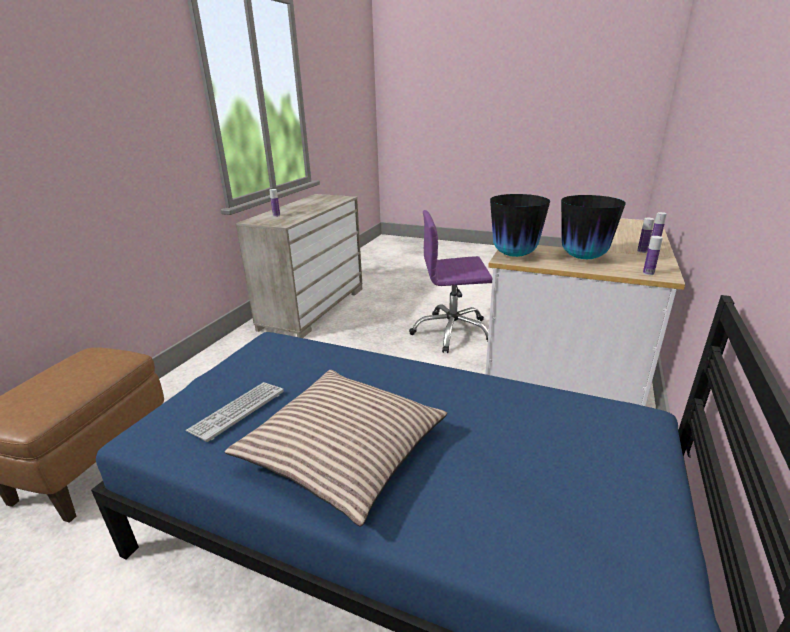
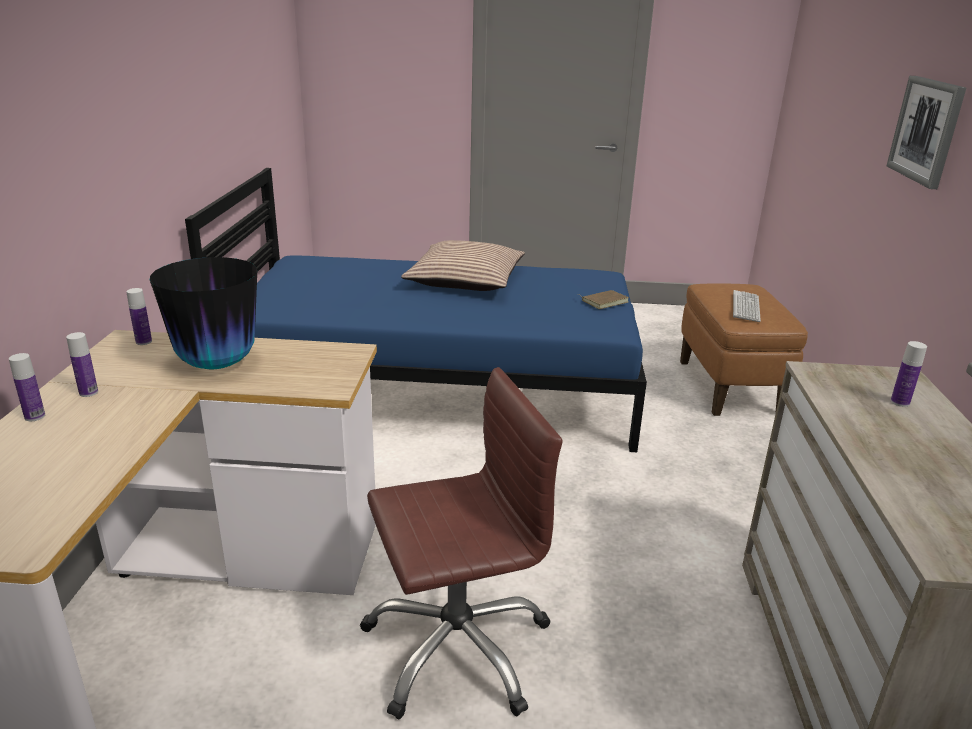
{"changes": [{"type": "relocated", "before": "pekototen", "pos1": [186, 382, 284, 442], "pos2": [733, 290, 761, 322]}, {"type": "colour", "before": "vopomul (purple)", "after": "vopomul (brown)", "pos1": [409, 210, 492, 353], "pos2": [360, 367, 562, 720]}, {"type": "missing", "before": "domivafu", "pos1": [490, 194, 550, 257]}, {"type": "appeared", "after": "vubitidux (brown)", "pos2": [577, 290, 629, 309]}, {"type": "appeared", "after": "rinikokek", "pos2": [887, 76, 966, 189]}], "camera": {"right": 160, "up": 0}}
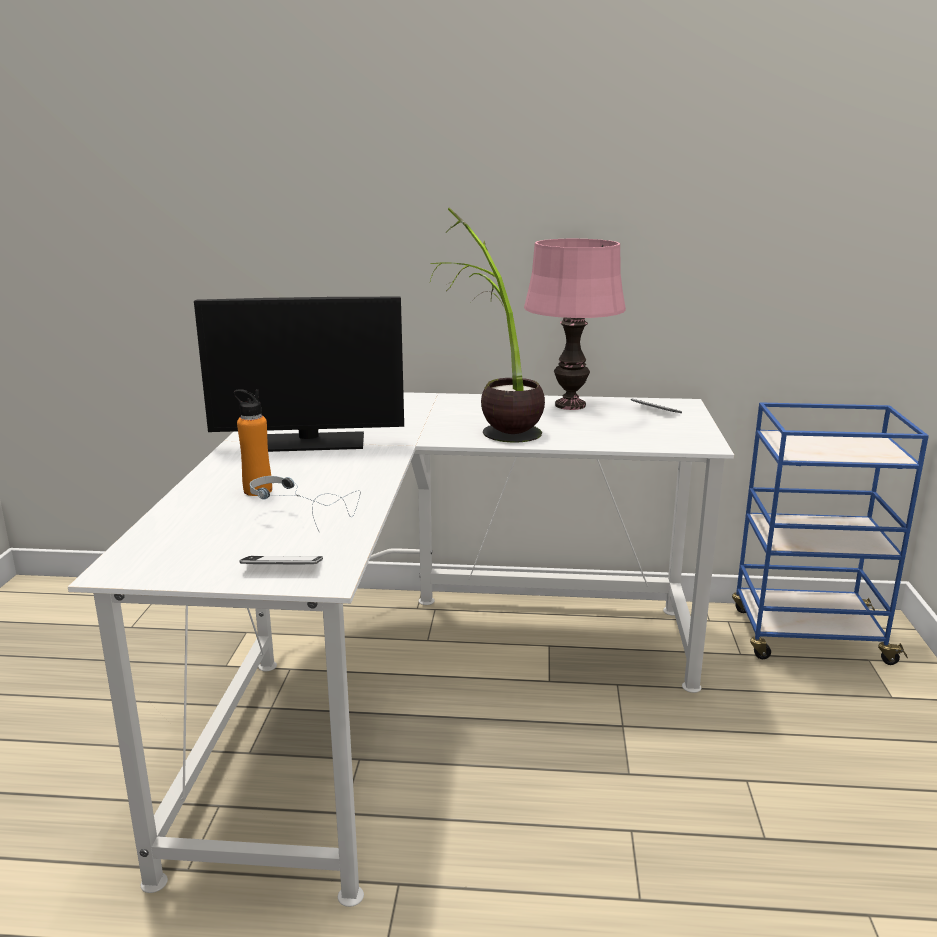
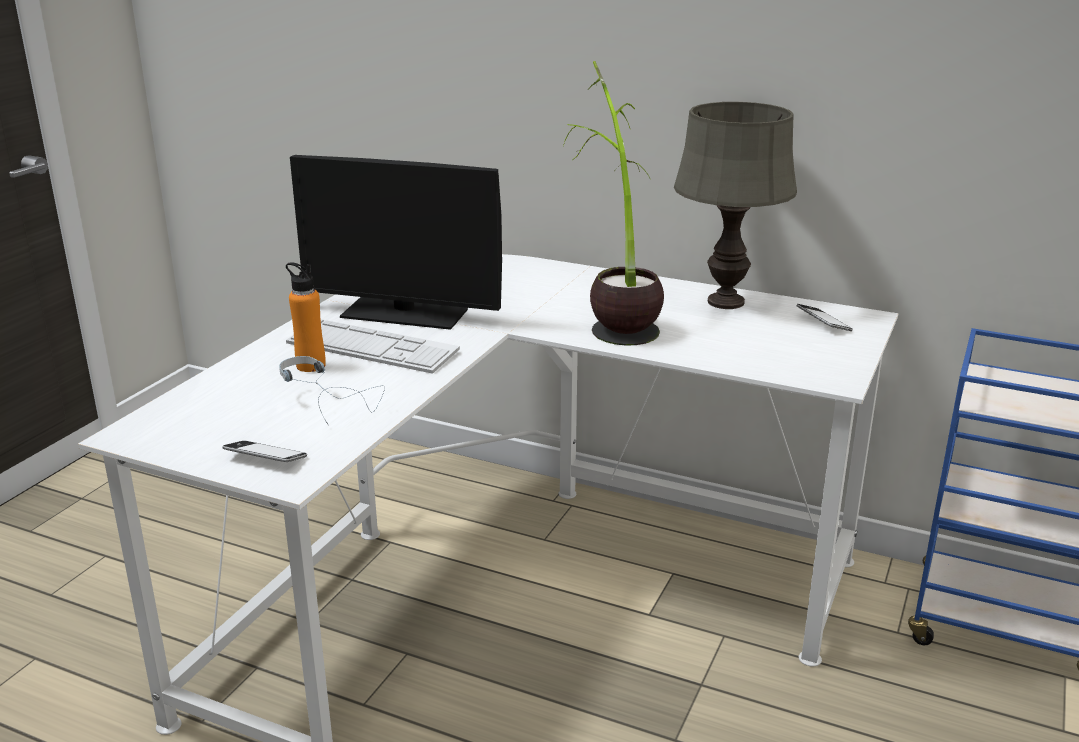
{"changes": [{"type": "colour", "before": "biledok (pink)", "after": "biledok (grey)", "pos1": [524, 239, 626, 410], "pos2": [674, 102, 797, 309]}, {"type": "appeared", "after": "pekototen", "pos2": [286, 319, 460, 374]}], "camera": {"right": 20, "up": 5}}
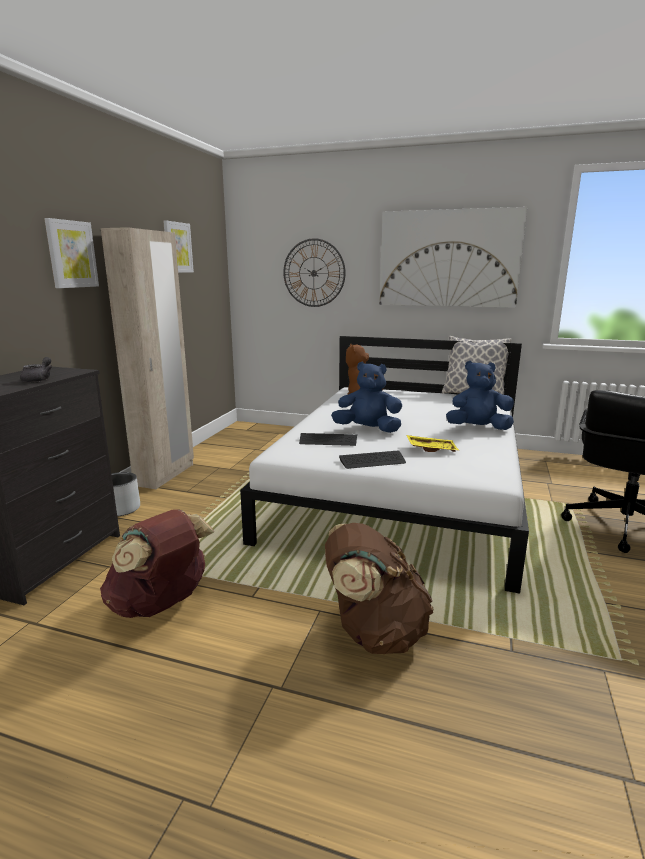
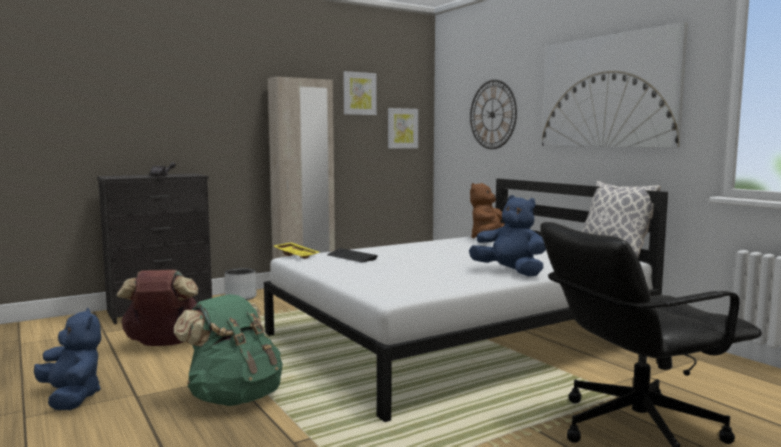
{"changes": [{"type": "relocated", "before": "rinikokek", "pos1": [44, 218, 99, 288], "pos2": [388, 108, 418, 149]}, {"type": "colour", "before": "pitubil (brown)", "after": "pitubil (green)", "pos1": [325, 523, 434, 654], "pos2": [174, 294, 283, 406]}, {"type": "relocated", "before": "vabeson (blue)", "pos1": [331, 362, 402, 433], "pos2": [34, 308, 101, 410]}, {"type": "missing", "before": "pekototen", "pos1": [339, 450, 406, 469]}, {"type": "relocated", "before": "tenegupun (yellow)", "pos1": [407, 435, 459, 452], "pos2": [274, 242, 319, 259]}], "camera": {"right": 40, "up": -10}}
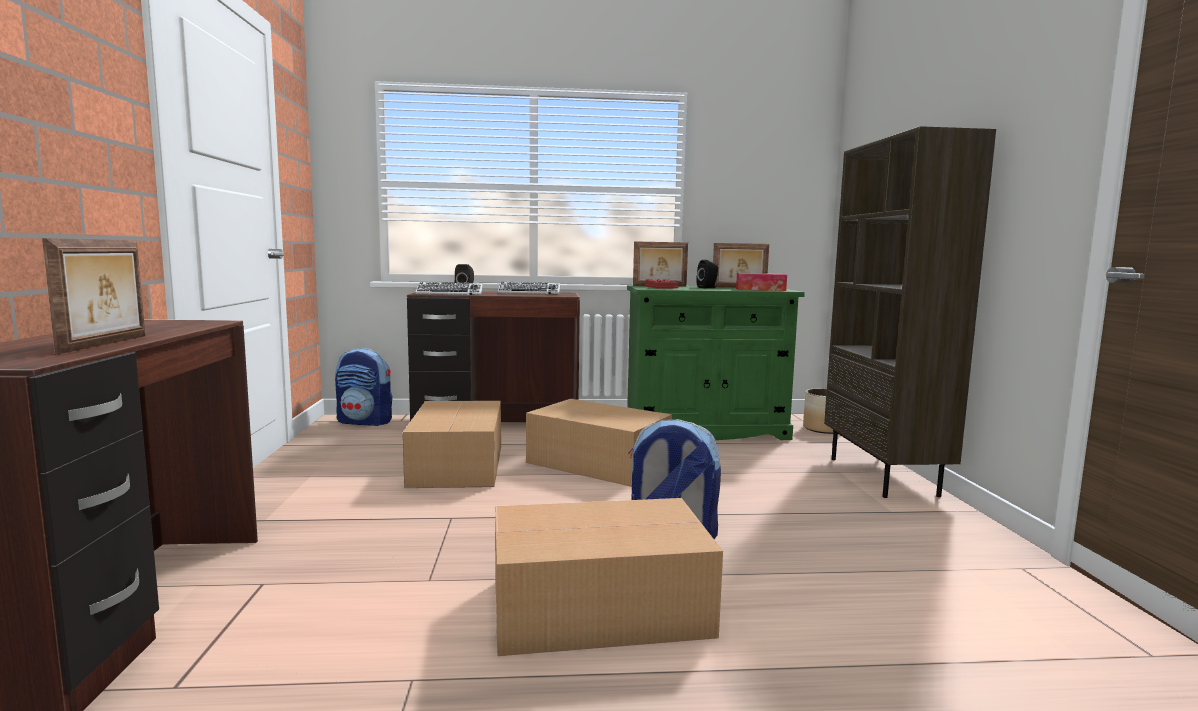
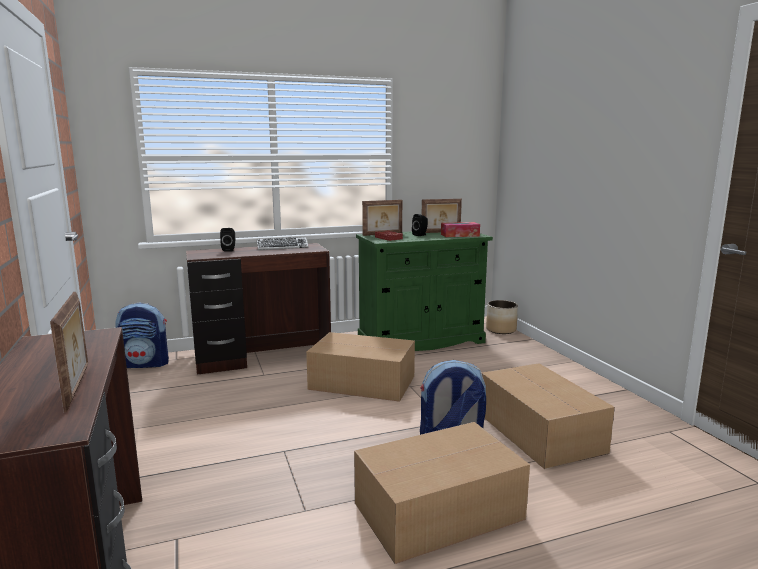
{"changes": [{"type": "relocated", "before": "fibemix", "pos1": [403, 401, 501, 488], "pos2": [482, 363, 615, 469]}, {"type": "missing", "before": "pekototen", "pos1": [416, 282, 483, 295]}, {"type": "missing", "before": "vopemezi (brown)", "pos1": [824, 126, 996, 498]}], "camera": {"right": -15, "up": 5}}
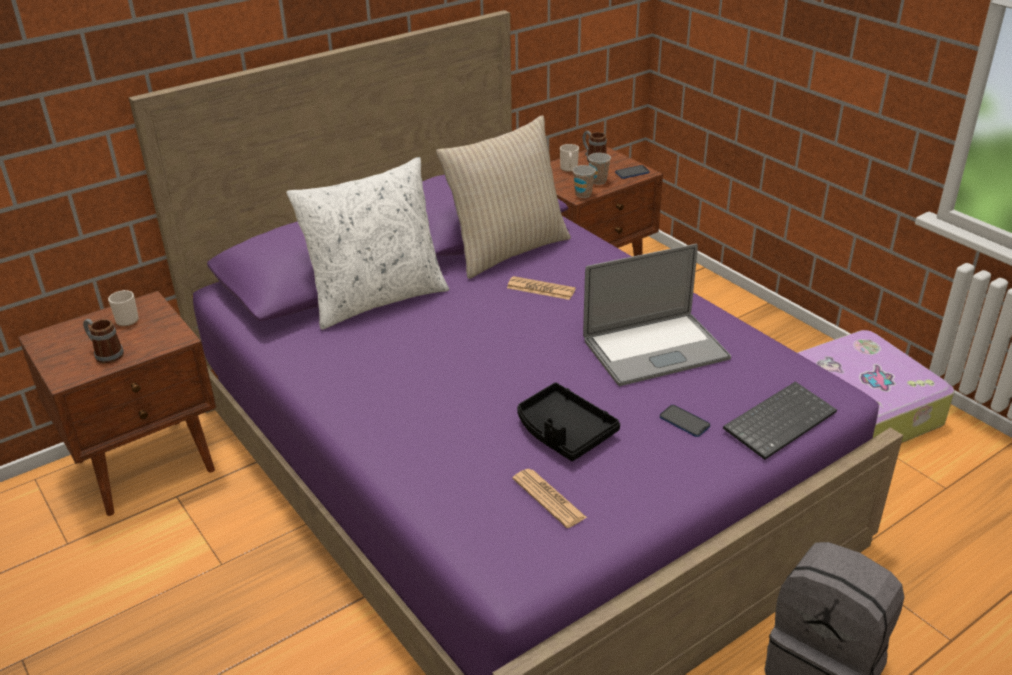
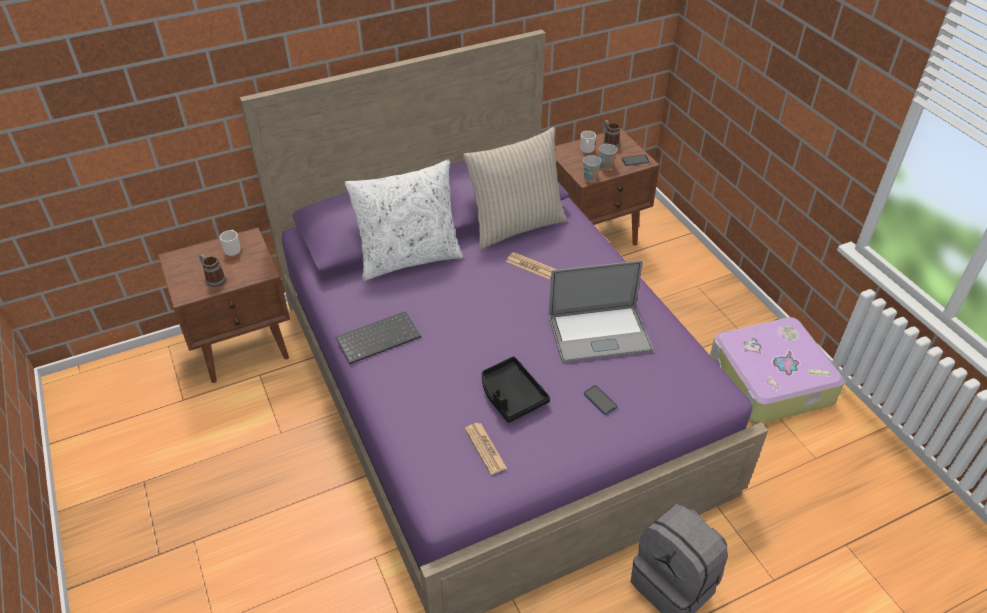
{"changes": [{"type": "relocated", "before": "pekototen", "pos1": [723, 381, 837, 460], "pos2": [336, 311, 421, 364]}], "camera": {"right": 10, "up": 10}}
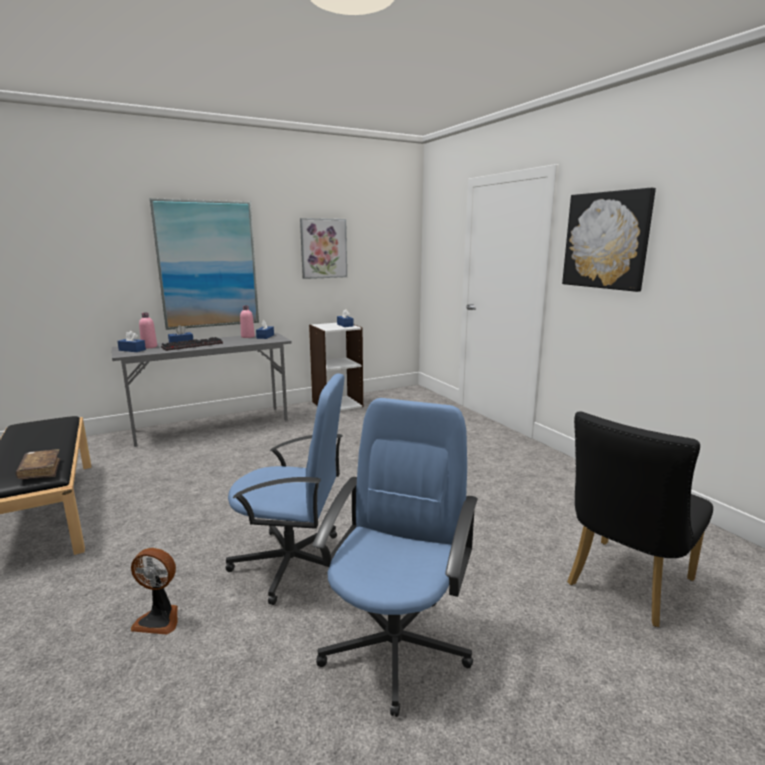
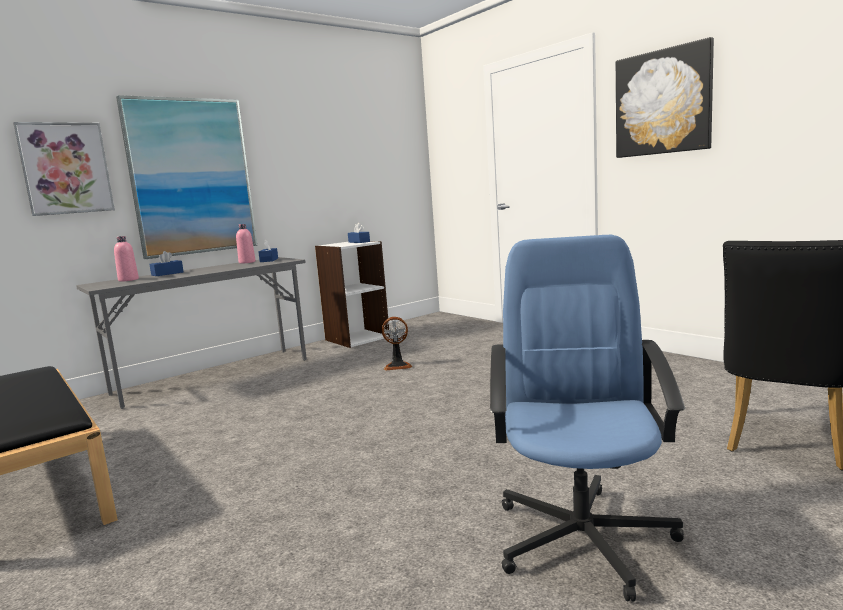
{"changes": [{"type": "missing", "before": "vubitidux (brown)", "pos1": [15, 449, 61, 479]}, {"type": "missing", "before": "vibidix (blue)", "pos1": [117, 331, 146, 352]}, {"type": "relocated", "before": "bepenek", "pos1": [131, 548, 178, 635], "pos2": [382, 317, 412, 370]}, {"type": "missing", "before": "pekototen", "pos1": [161, 337, 223, 351]}, {"type": "missing", "before": "vopomul (blue)", "pos1": [226, 374, 344, 605]}, {"type": "relocated", "before": "rinikokek", "pos1": [300, 218, 347, 279], "pos2": [13, 122, 115, 216]}], "camera": {"right": -10, "up": -5}}
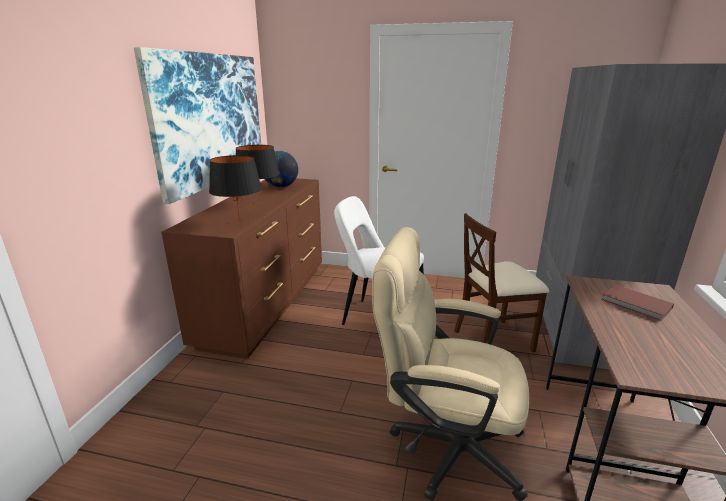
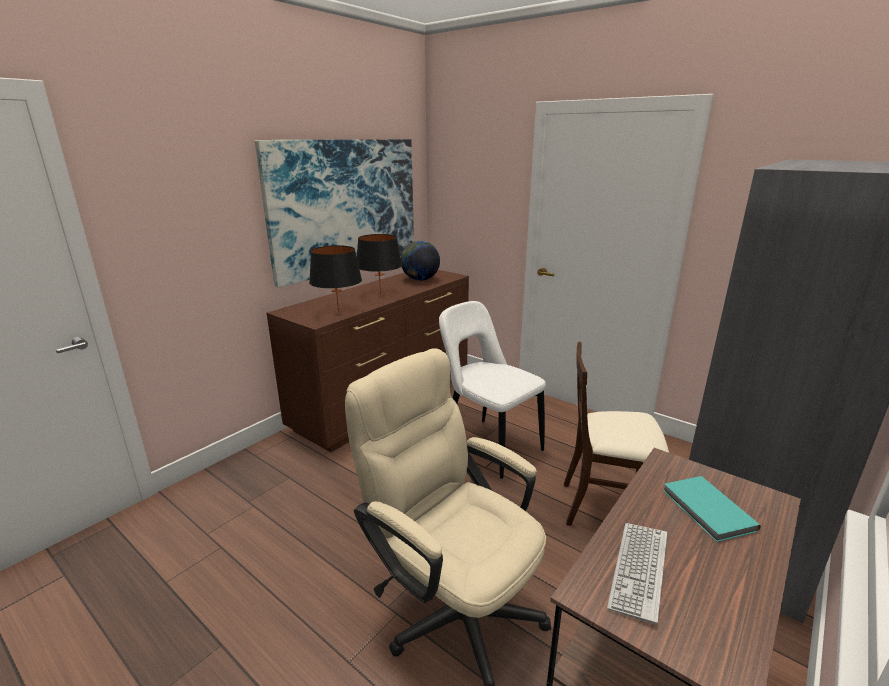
{"changes": [{"type": "colour", "before": "vubitidux (brown)", "after": "vubitidux (turquoise)", "pos1": [601, 285, 674, 321], "pos2": [663, 476, 761, 542]}, {"type": "appeared", "after": "pekototen", "pos2": [607, 523, 667, 625]}], "camera": {"right": 25, "up": 0}}
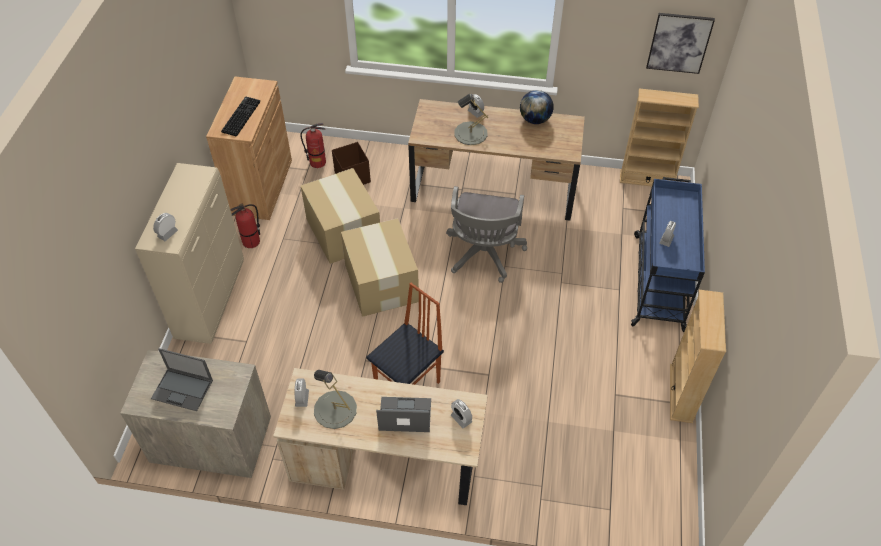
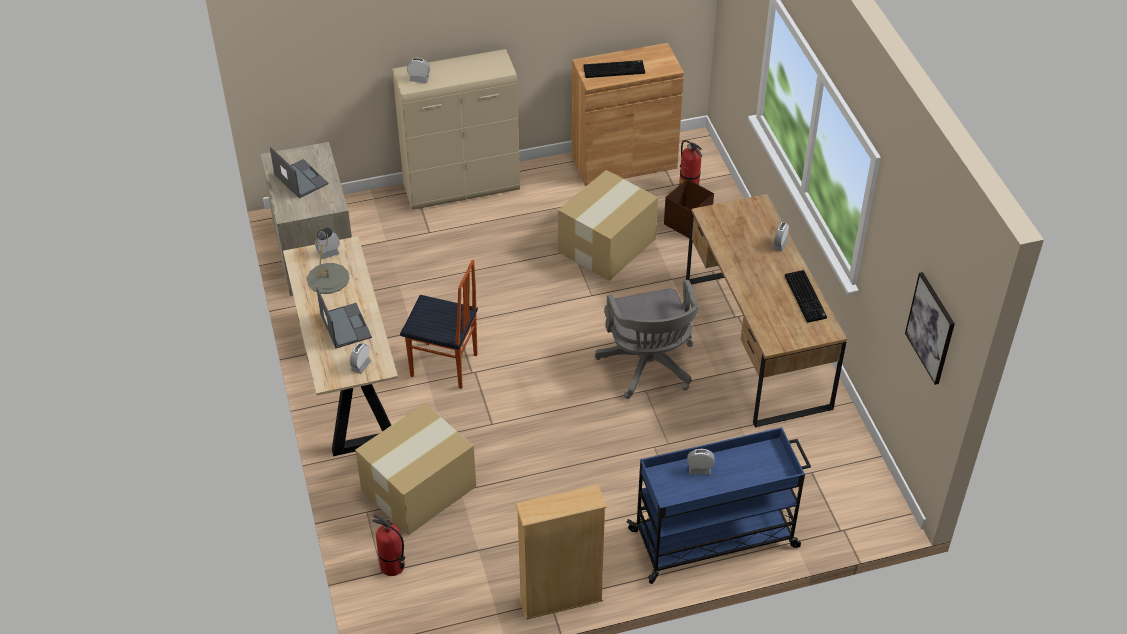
{"changes": [{"type": "spun", "before": "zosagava", "pos1": [151, 348, 213, 411], "pos2": [270, 146, 329, 199], "turn": 150}, {"type": "relocated", "before": "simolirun", "pos1": [230, 204, 260, 248], "pos2": [373, 514, 405, 576]}, {"type": "relocated", "before": "fibemix", "pos1": [341, 218, 419, 317], "pos2": [355, 403, 476, 536]}, {"type": "spun", "before": "vopomul (grey)", "pos1": [446, 186, 527, 283], "pos2": [595, 280, 699, 399], "turn": -90}, {"type": "missing", "before": "biledok (grey)", "pos1": [454, 94, 488, 145]}, {"type": "exchanged", "before": "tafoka", "after": "pekototen", "pos1": [520, 90, 553, 124], "pos2": [785, 270, 827, 323]}, {"type": "missing", "before": "vopemezi (beige)", "pos1": [620, 88, 699, 187]}], "camera": {"right": 65, "up": -5}}
